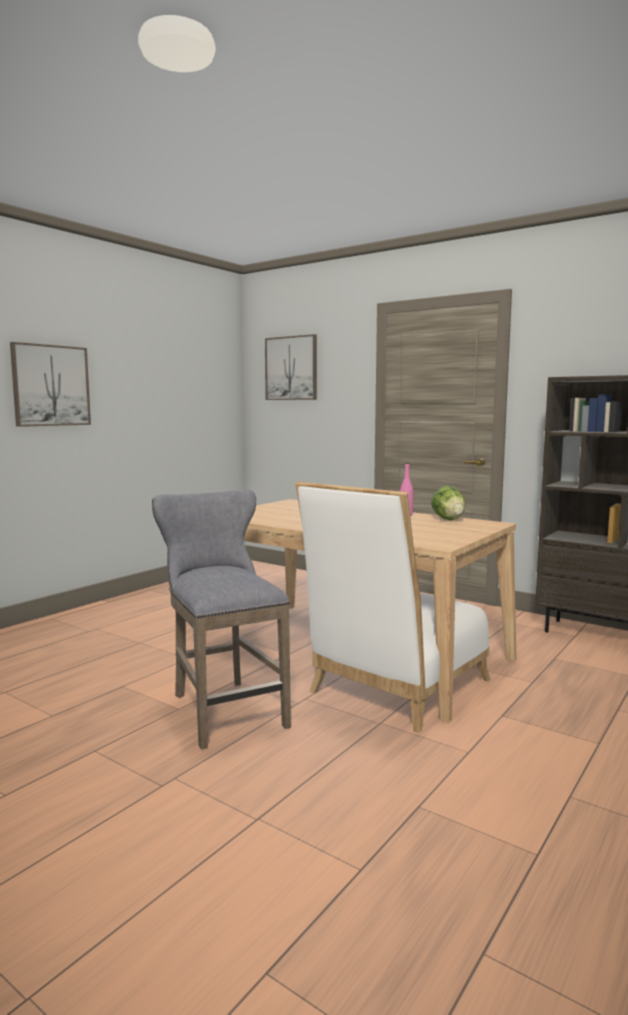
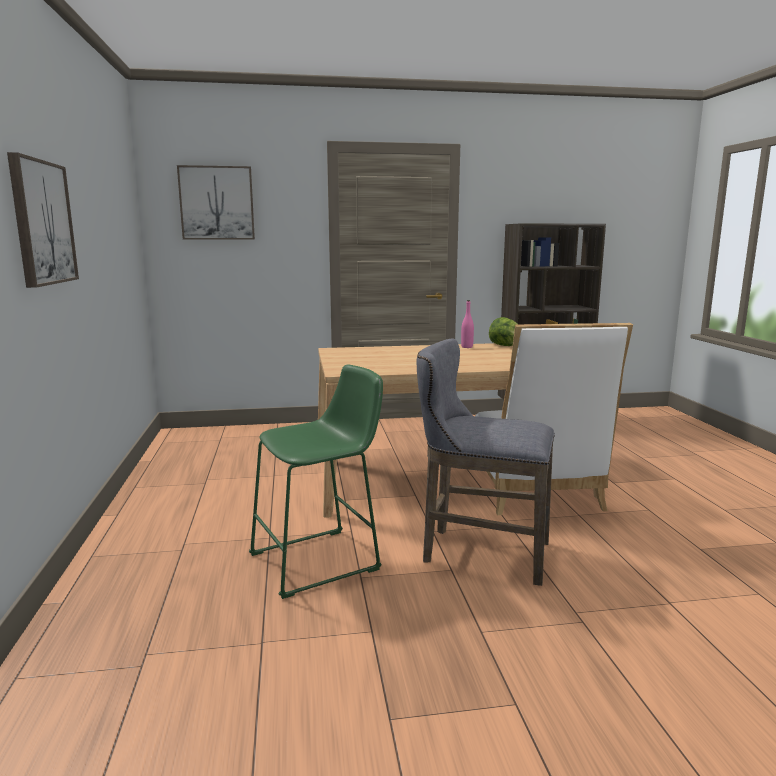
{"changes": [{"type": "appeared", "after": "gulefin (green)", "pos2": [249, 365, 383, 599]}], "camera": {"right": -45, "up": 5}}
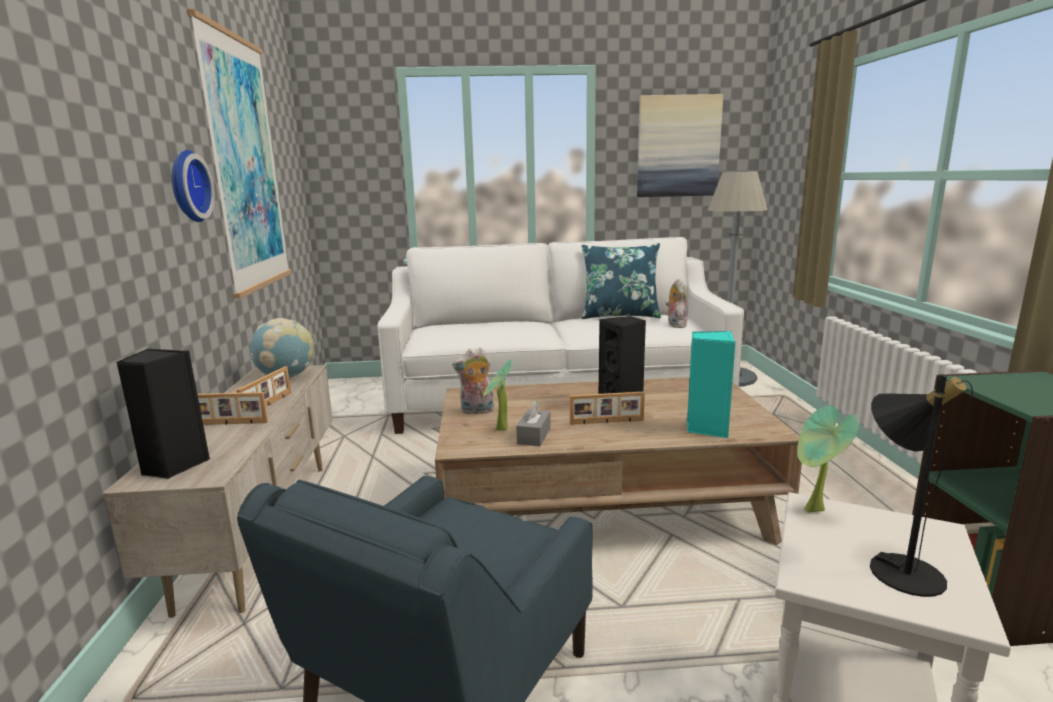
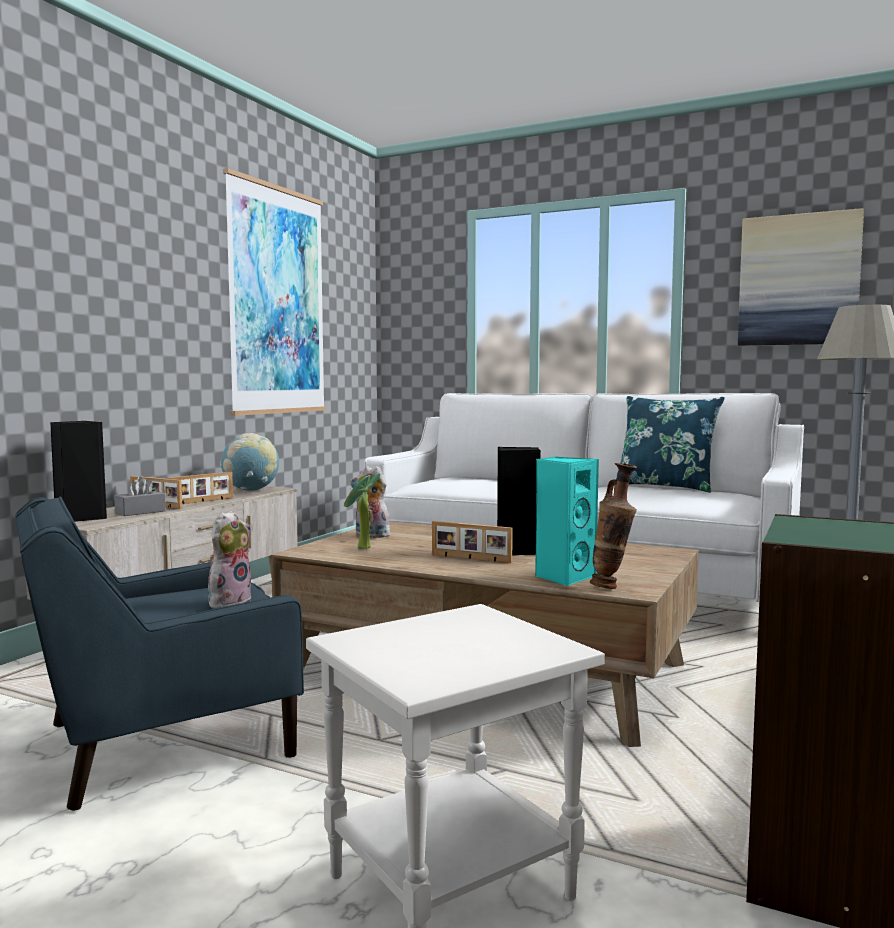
{"changes": [{"type": "missing", "before": "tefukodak", "pos1": [172, 150, 215, 222]}, {"type": "relocated", "before": "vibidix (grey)", "pos1": [516, 400, 551, 446], "pos2": [114, 476, 166, 516]}, {"type": "relocated", "before": "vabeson", "pos1": [666, 278, 687, 328], "pos2": [208, 511, 251, 609]}, {"type": "missing", "before": "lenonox", "pos1": [797, 406, 859, 513]}, {"type": "missing", "before": "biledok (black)", "pos1": [870, 374, 973, 597]}, {"type": "appeared", "after": "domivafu", "pos2": [590, 463, 637, 589]}], "camera": {"right": 30, "up": -10}}
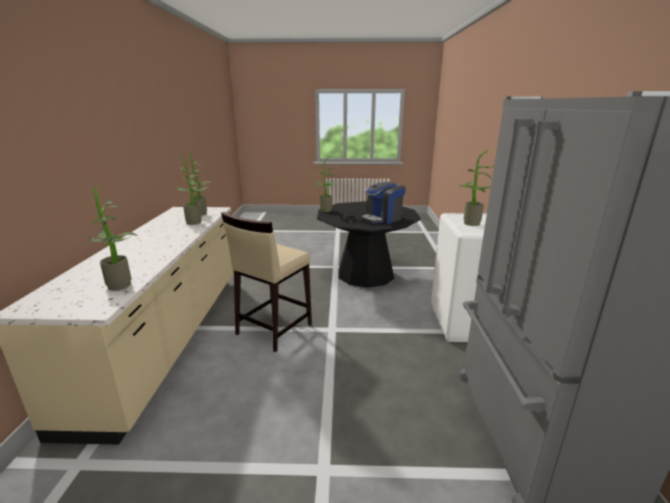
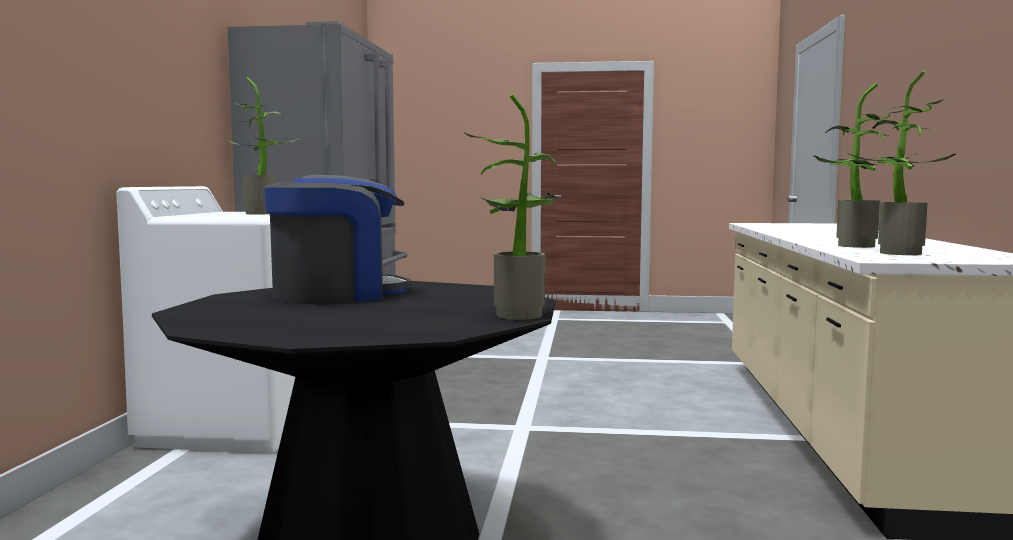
{"changes": [{"type": "missing", "before": "lenonox", "pos1": [89, 187, 137, 290]}, {"type": "missing", "before": "gulefin (beige)", "pos1": [221, 212, 312, 352]}], "camera": {"right": -175, "up": -15}}
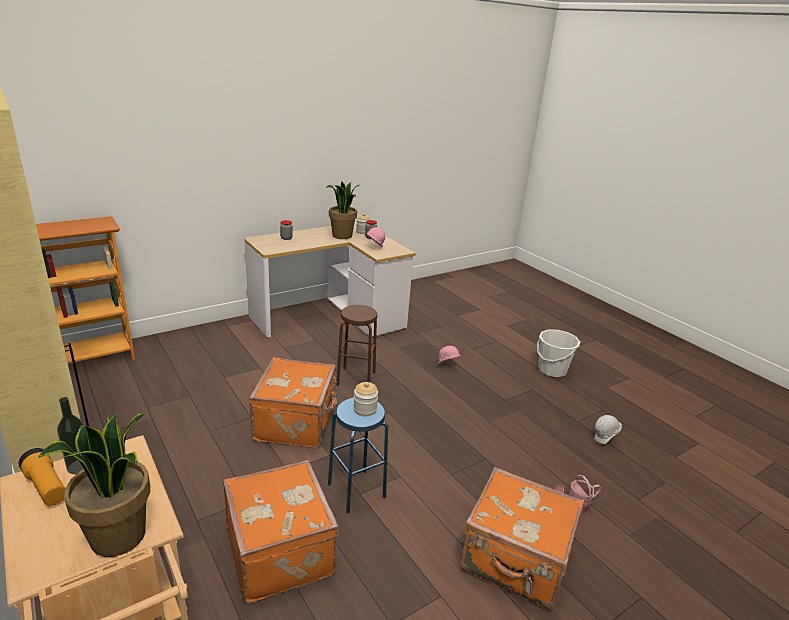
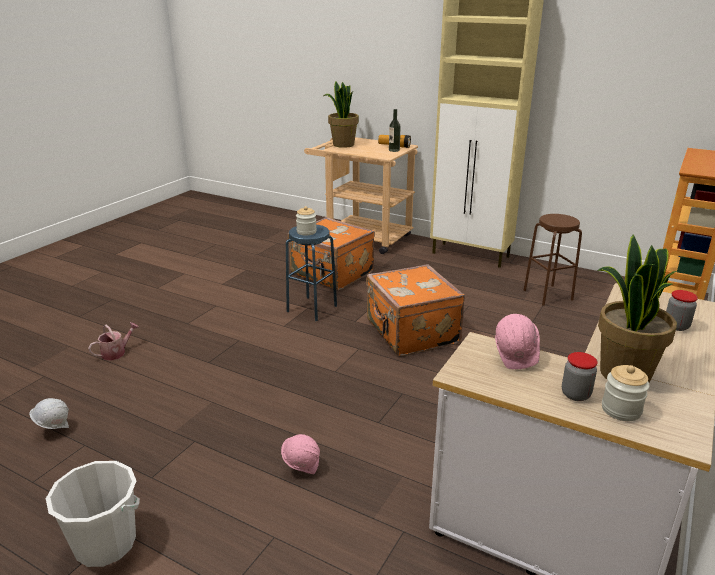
{"changes": [{"type": "relocated", "before": "gulefin (brown)", "pos1": [336, 305, 378, 386], "pos2": [523, 214, 582, 306]}, {"type": "missing", "before": "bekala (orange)", "pos1": [460, 467, 584, 610]}], "camera": {"right": 155, "up": 0}}
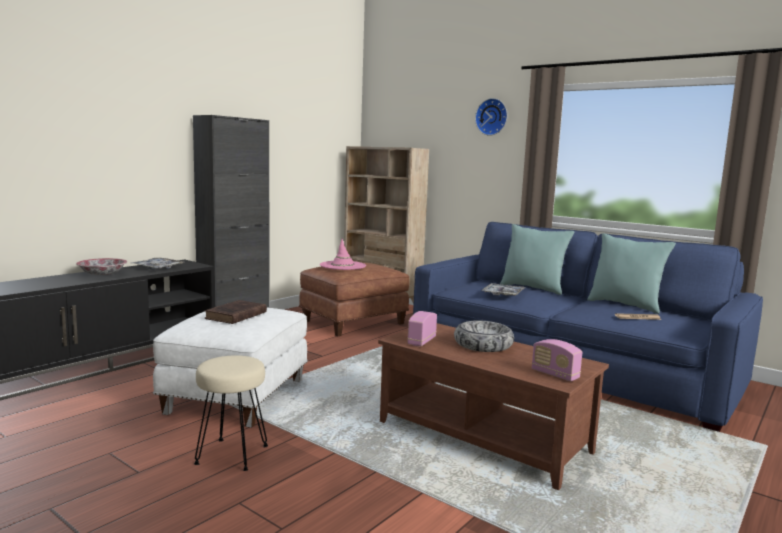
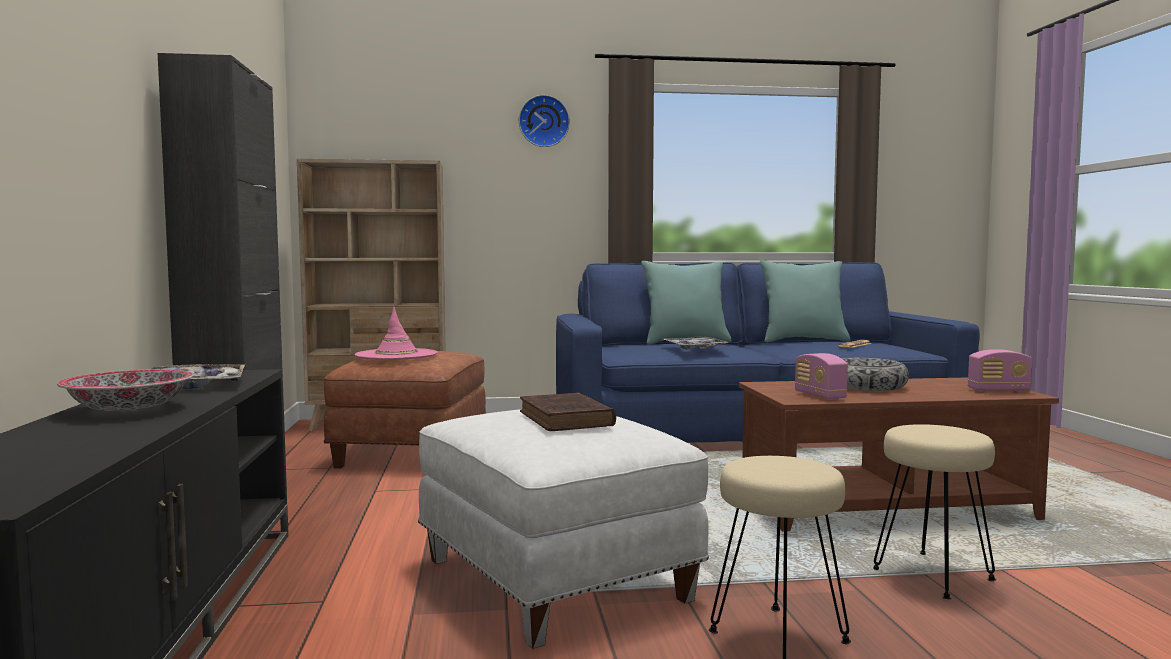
{"changes": [{"type": "appeared", "after": "gulefin (beige)", "pos2": [873, 424, 996, 599]}], "camera": {"right": -45, "up": -5}}
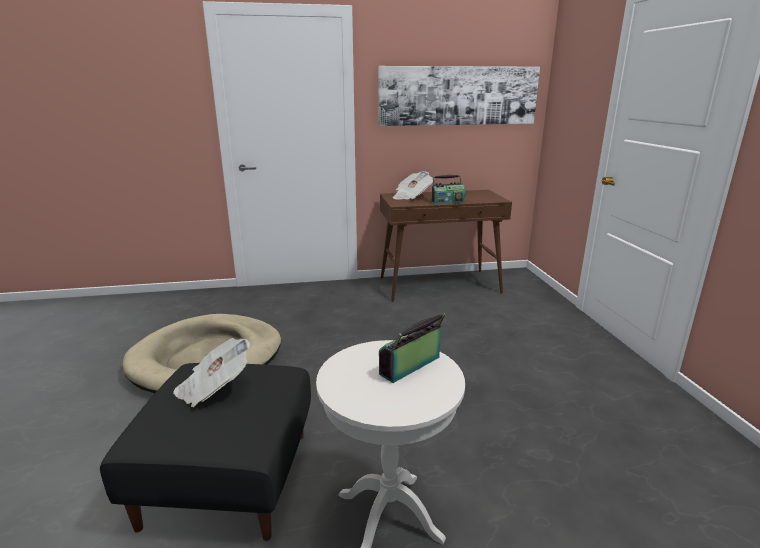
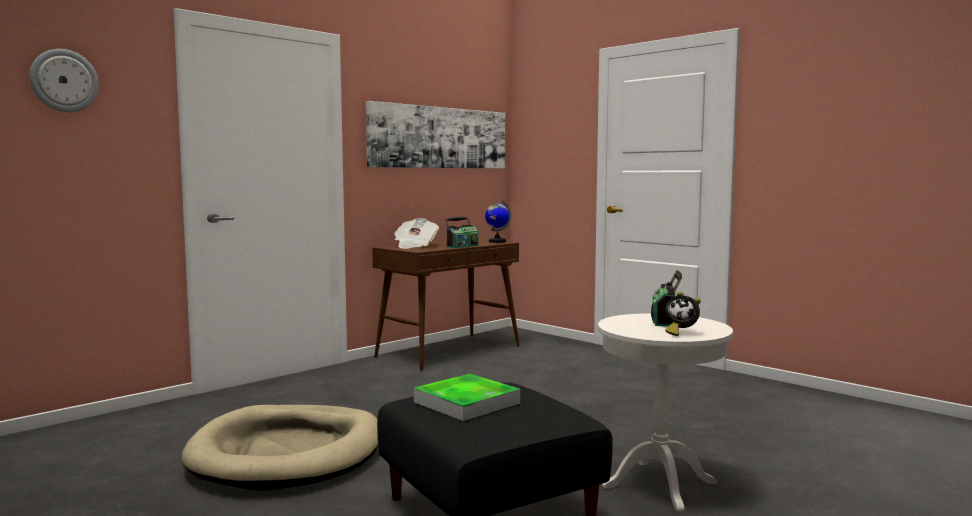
{"changes": [{"type": "exchanged", "before": "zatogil", "after": "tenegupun", "pos1": [173, 338, 251, 407], "pos2": [414, 374, 520, 421]}, {"type": "appeared", "after": "tefukodak", "pos2": [29, 49, 99, 112]}, {"type": "appeared", "after": "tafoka", "pos2": [485, 200, 511, 243]}, {"type": "appeared", "after": "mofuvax", "pos2": [665, 292, 701, 336]}], "camera": {"right": -35, "up": -15}}
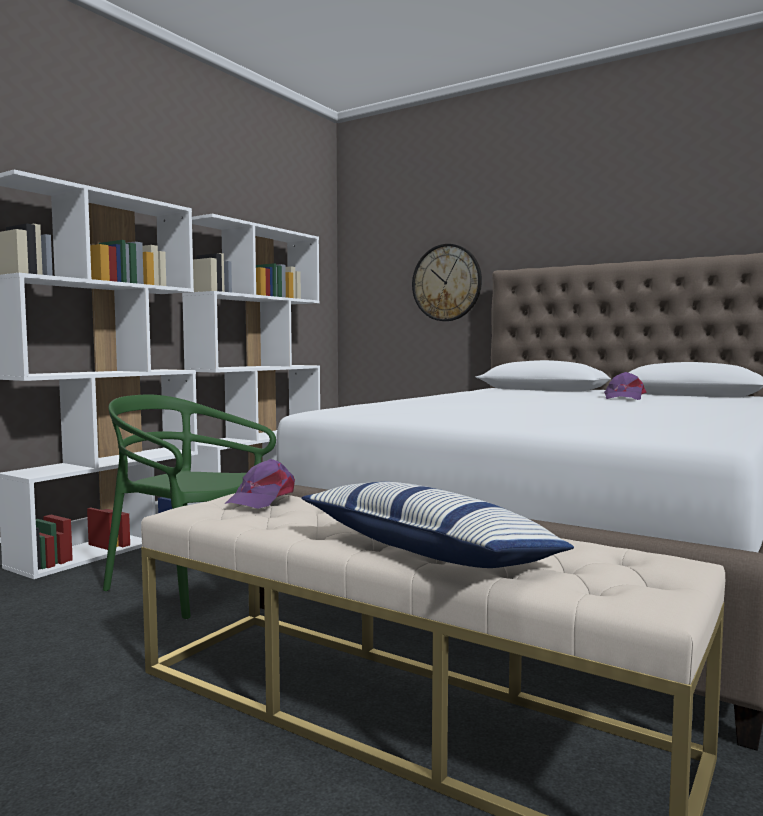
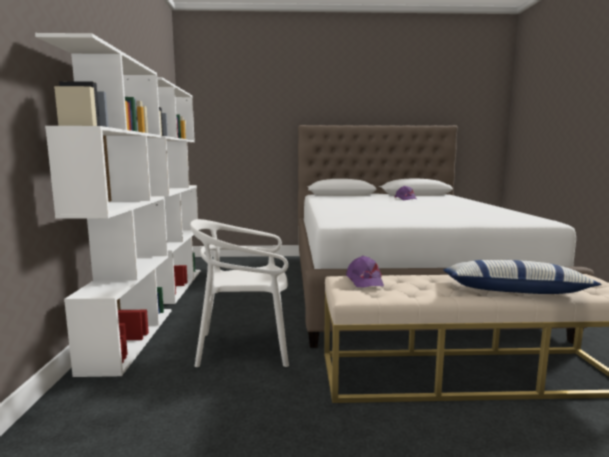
{"changes": [{"type": "colour", "before": "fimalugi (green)", "after": "fimalugi (white)", "pos1": [103, 394, 276, 619], "pos2": [190, 219, 289, 367]}, {"type": "missing", "before": "tefukodak", "pos1": [412, 244, 482, 321]}], "camera": {"right": -35, "up": 5}}
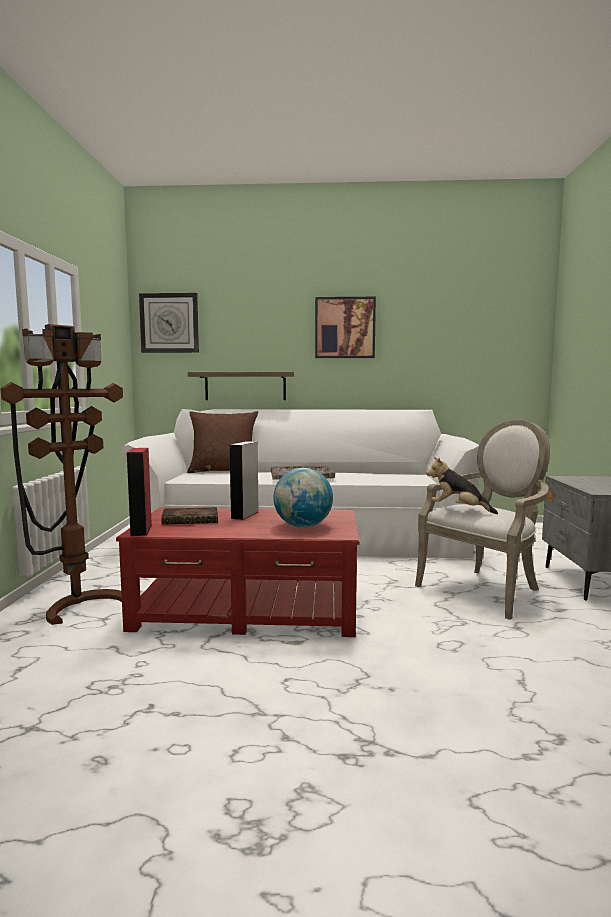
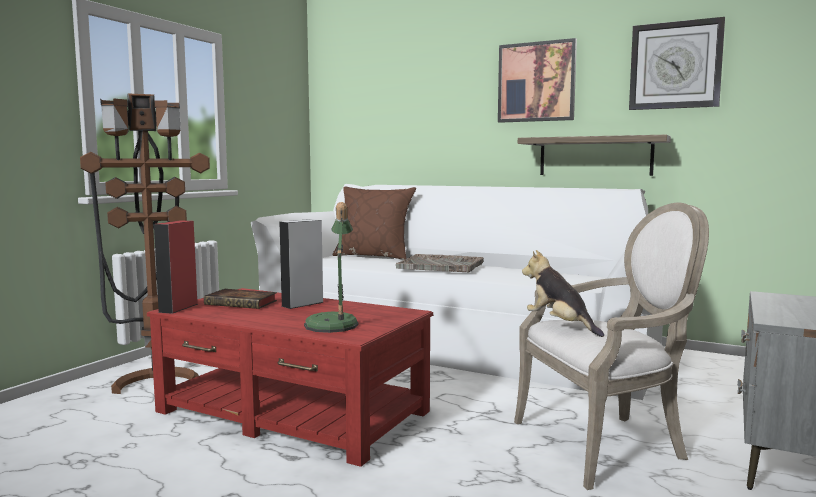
{"changes": [{"type": "relocated", "before": "tefukodak", "pos1": [139, 293, 199, 353], "pos2": [629, 17, 725, 110]}, {"type": "relocated", "before": "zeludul", "pos1": [188, 372, 296, 400], "pos2": [518, 134, 671, 176]}, {"type": "exchanged", "before": "tafoka", "after": "biledok", "pos1": [273, 468, 333, 528], "pos2": [304, 202, 358, 333]}], "camera": {"right": 25, "up": 0}}
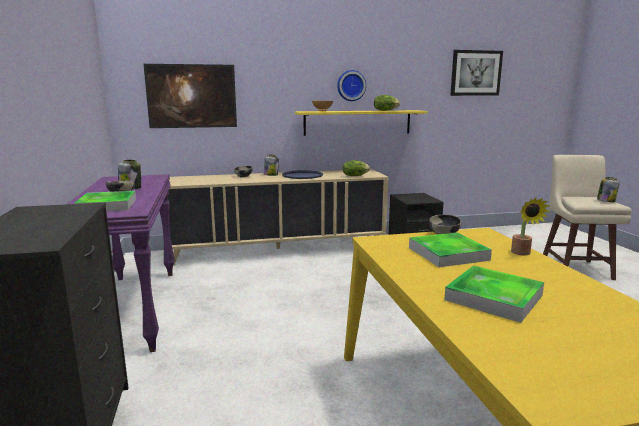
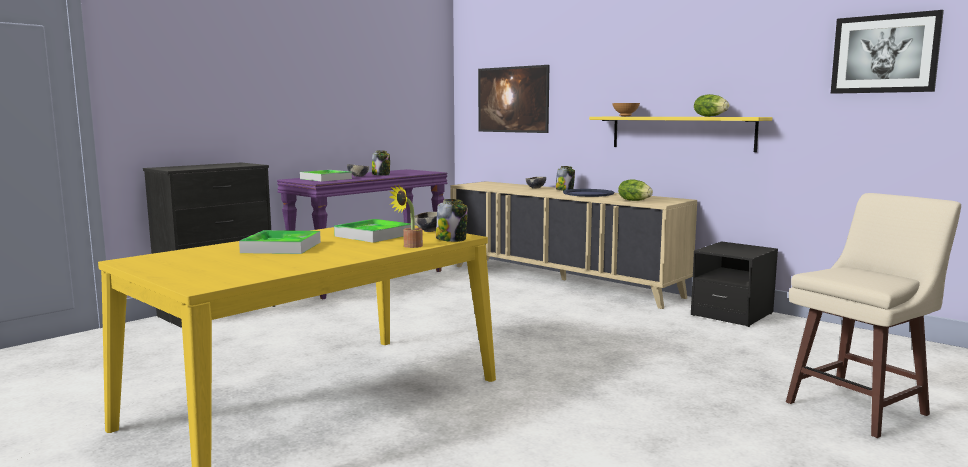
{"changes": [{"type": "missing", "before": "tefukodak", "pos1": [337, 70, 366, 101]}, {"type": "relocated", "before": "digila", "pos1": [597, 177, 620, 202], "pos2": [436, 199, 468, 242]}], "camera": {"right": 55, "up": -5}}
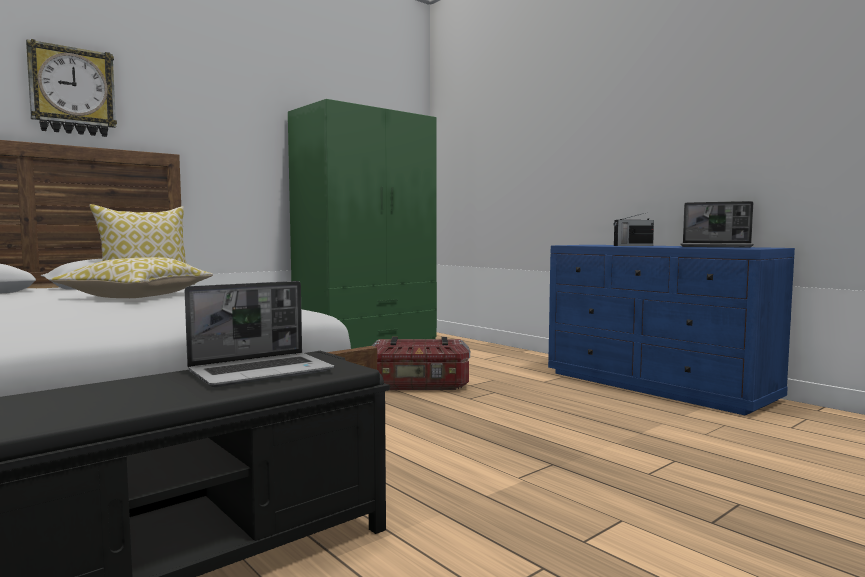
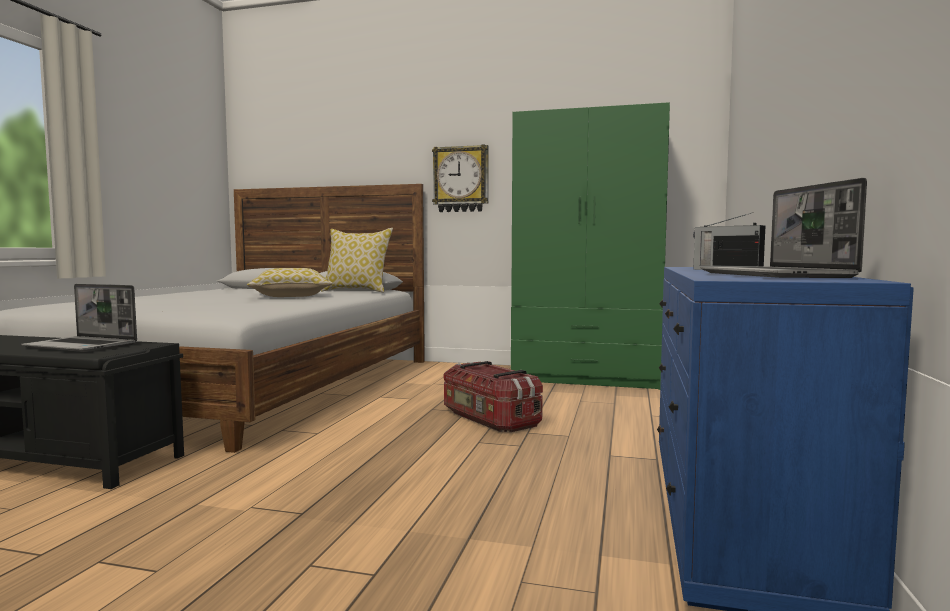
{"changes": [{"type": "relocated", "before": "tefukodak", "pos1": [26, 39, 117, 137], "pos2": [432, 144, 489, 212]}], "camera": {"right": 55, "up": 0}}
